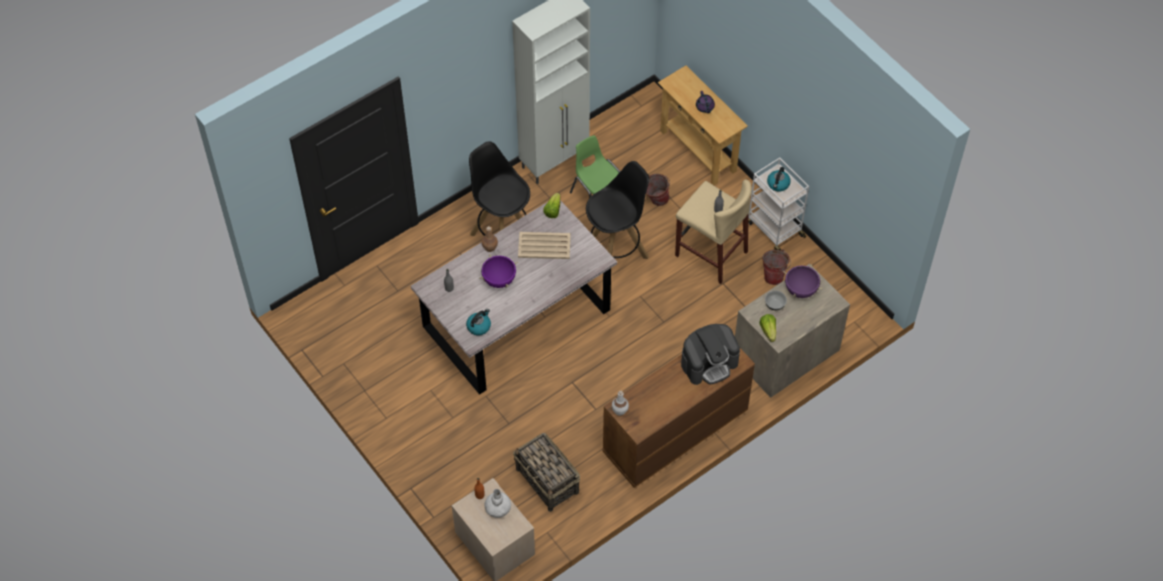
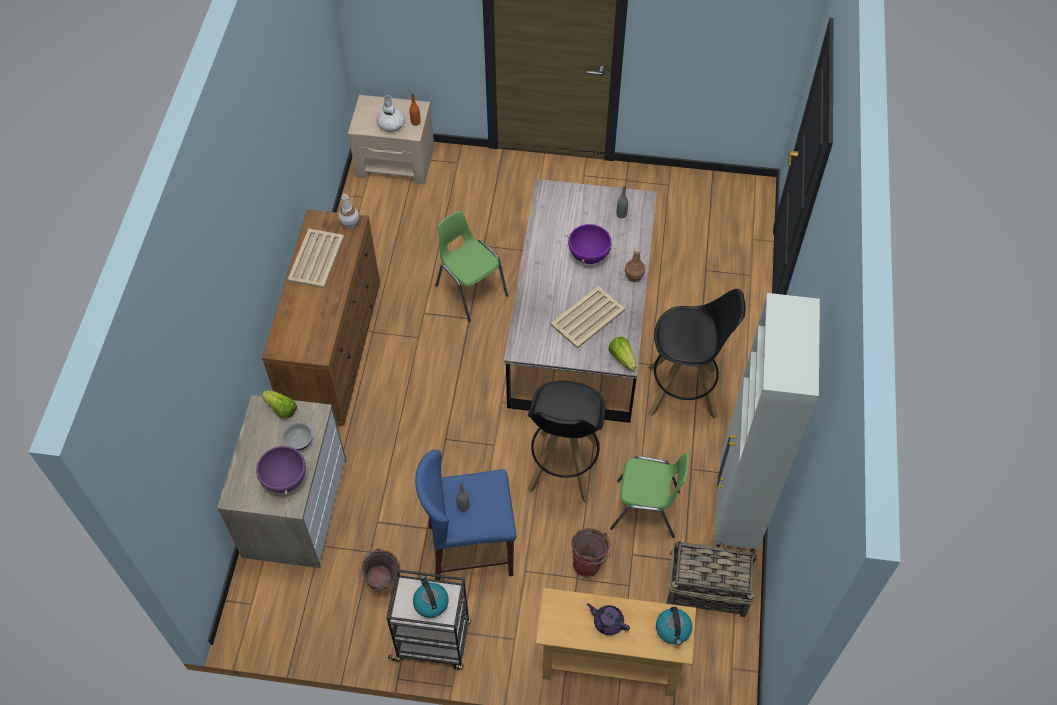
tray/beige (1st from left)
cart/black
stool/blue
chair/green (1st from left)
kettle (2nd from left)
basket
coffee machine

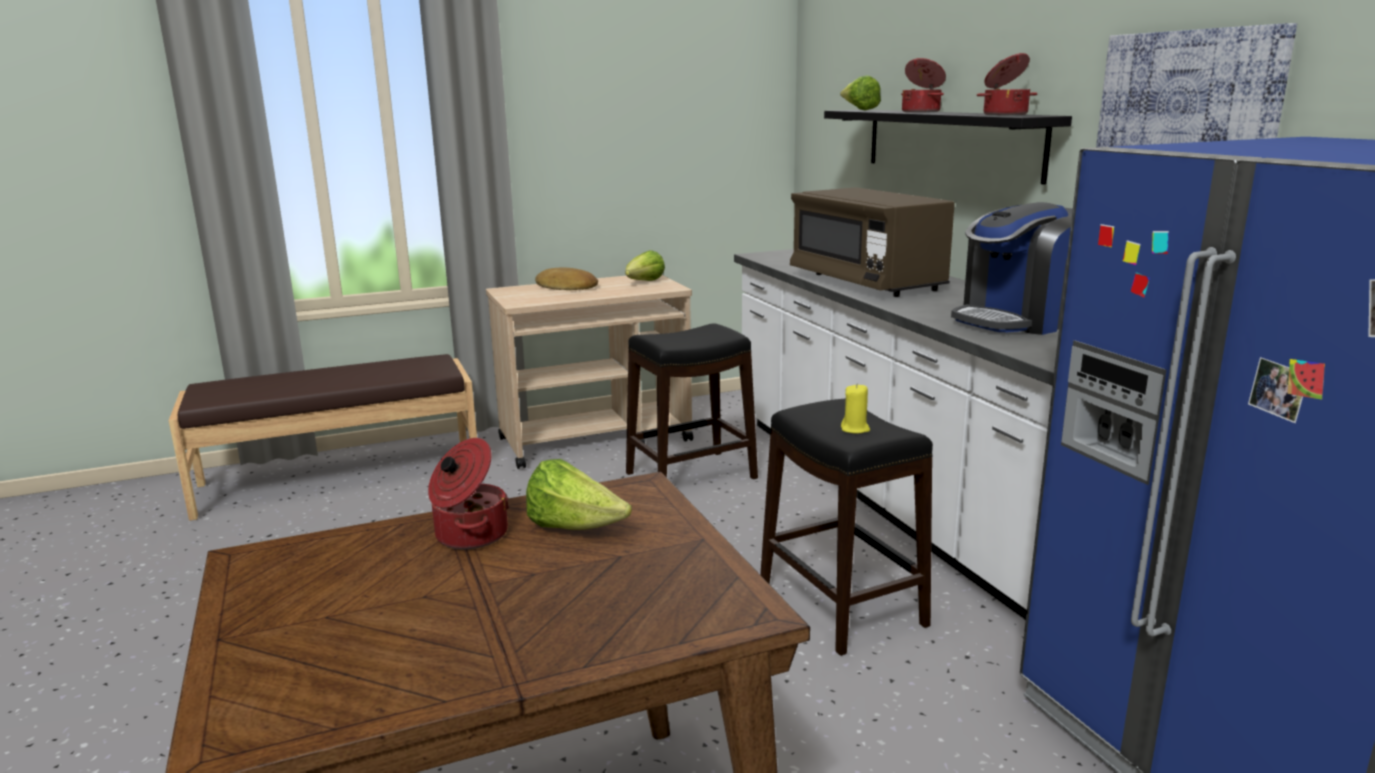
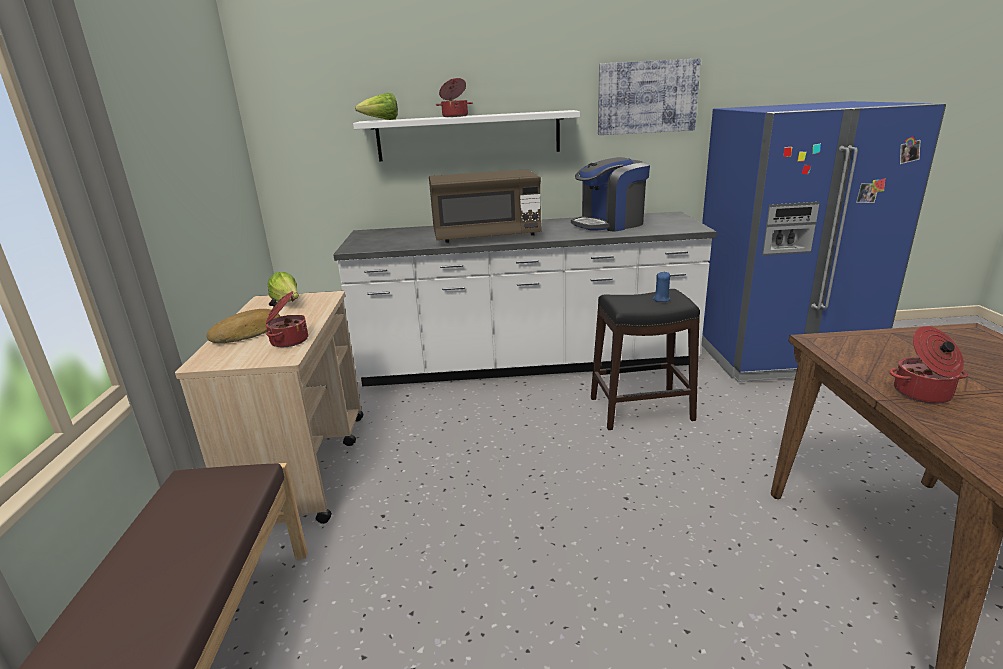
cooking pot (1st from left)
shelf/white
coffee machine
candle/blue
lettuce (1st from left in the first image)
stool/black (1st from left in the first image)

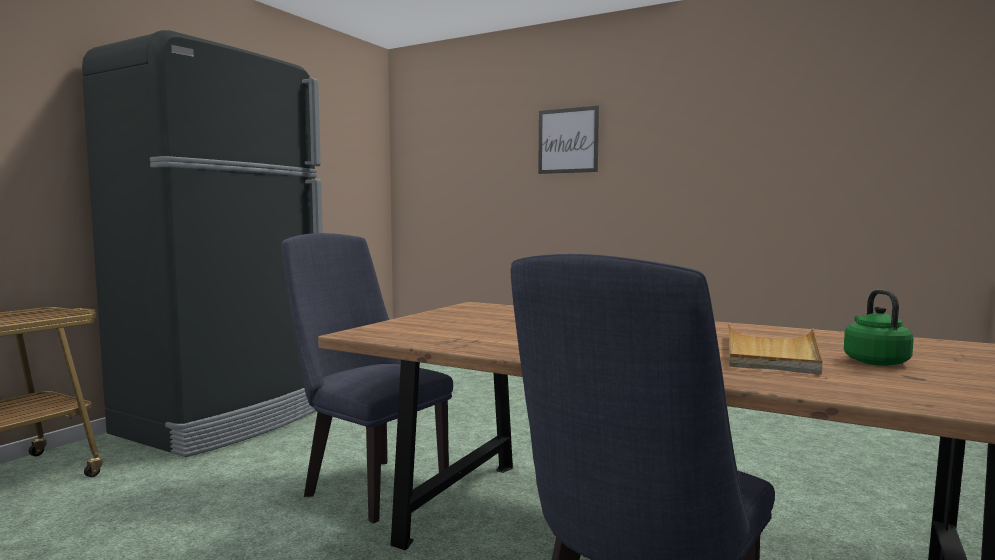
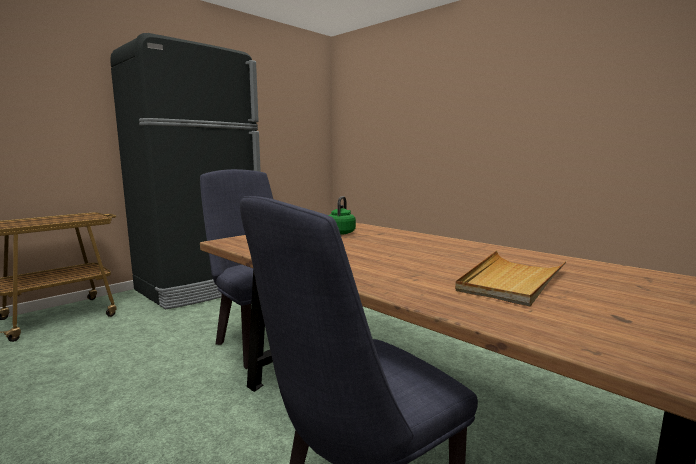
kettle/green
picture

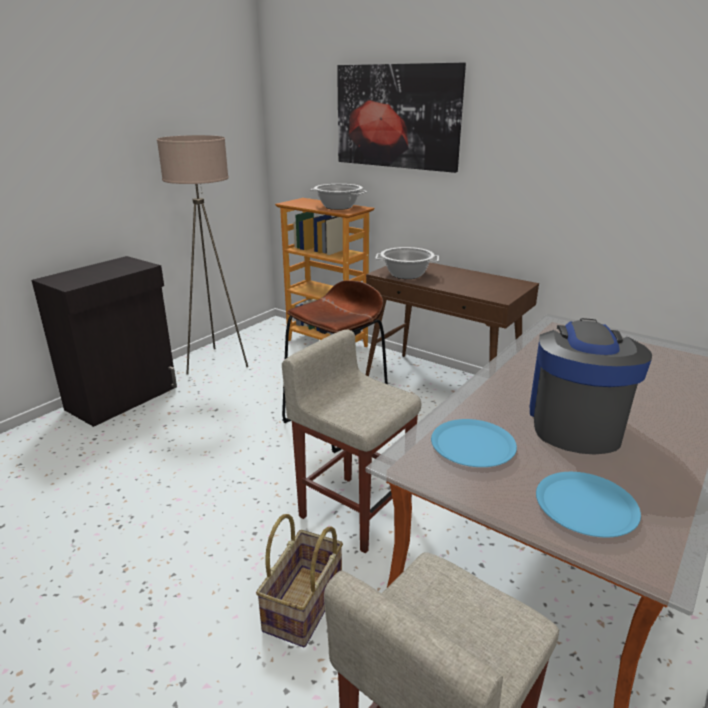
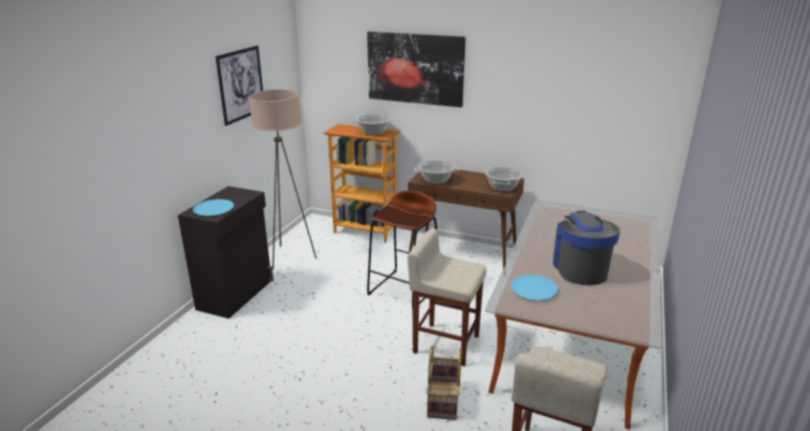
plate/blue (1st from left)
picture (1st from left)
cooking pot (3rd from left)

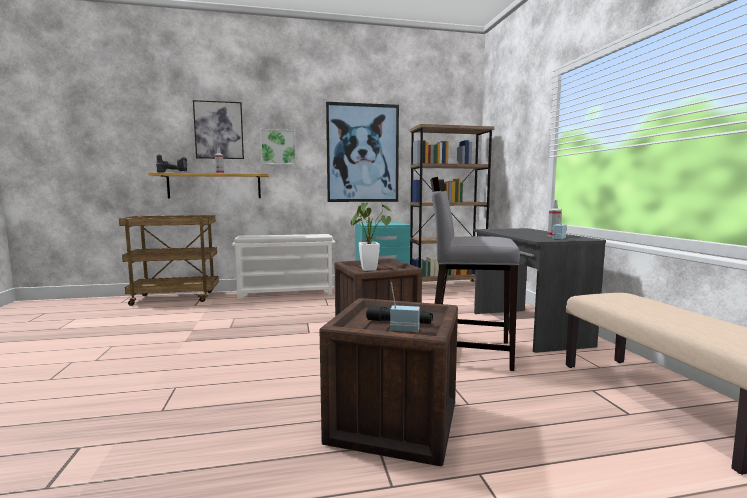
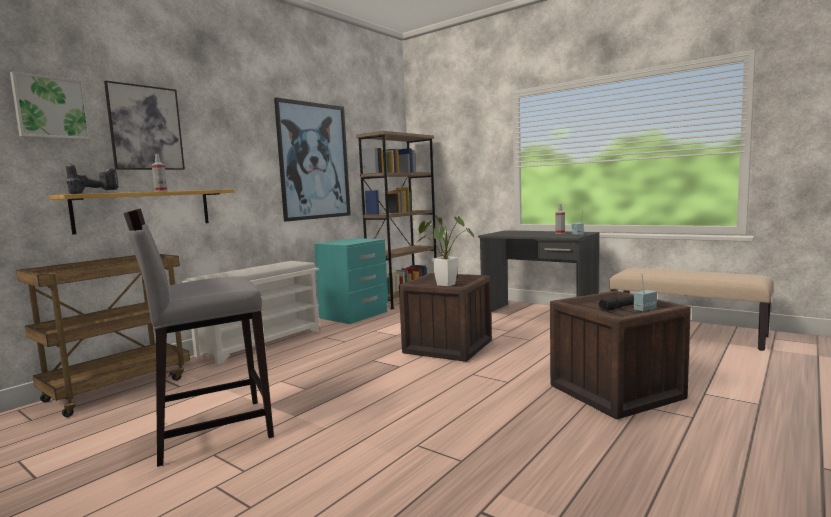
picture (1st from left)
stool/grey

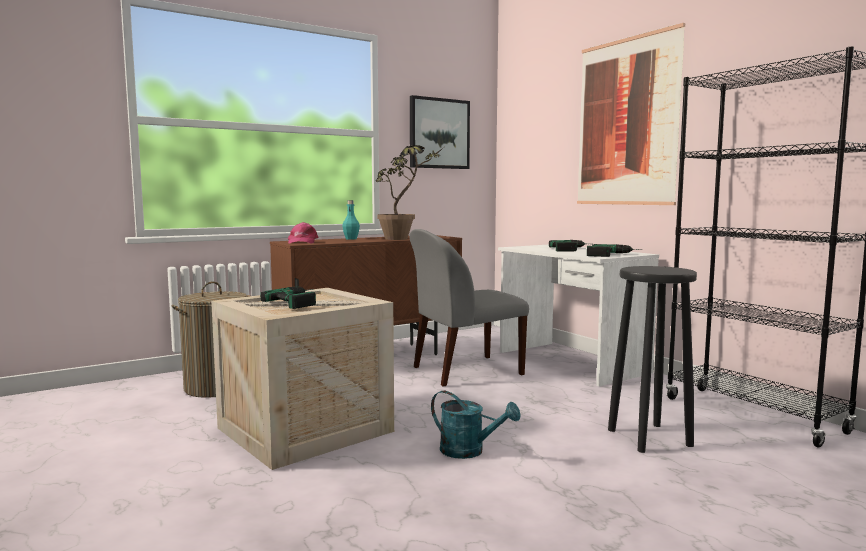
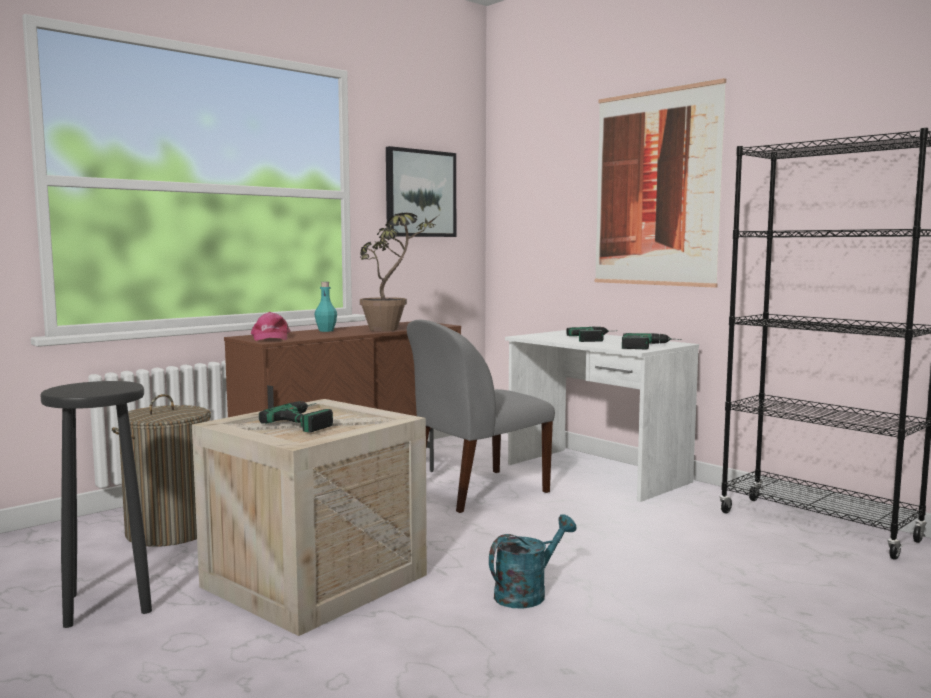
stool/black
watering can/turquoise

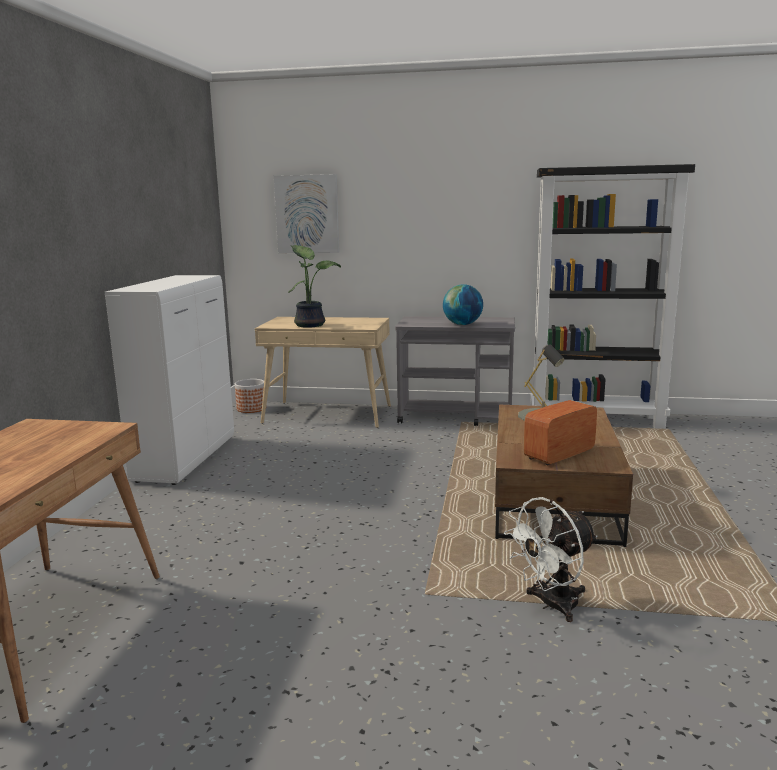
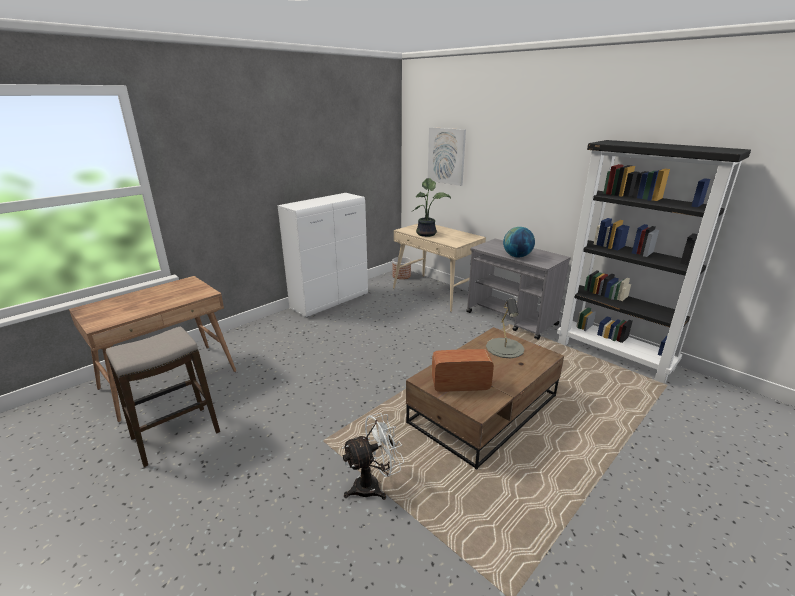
stool
fan/white

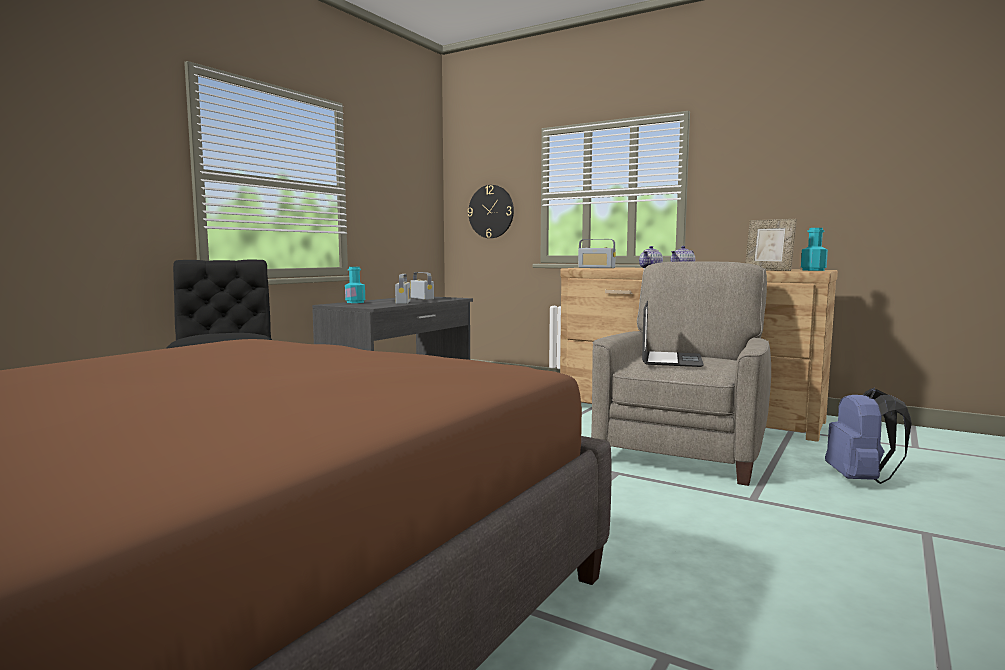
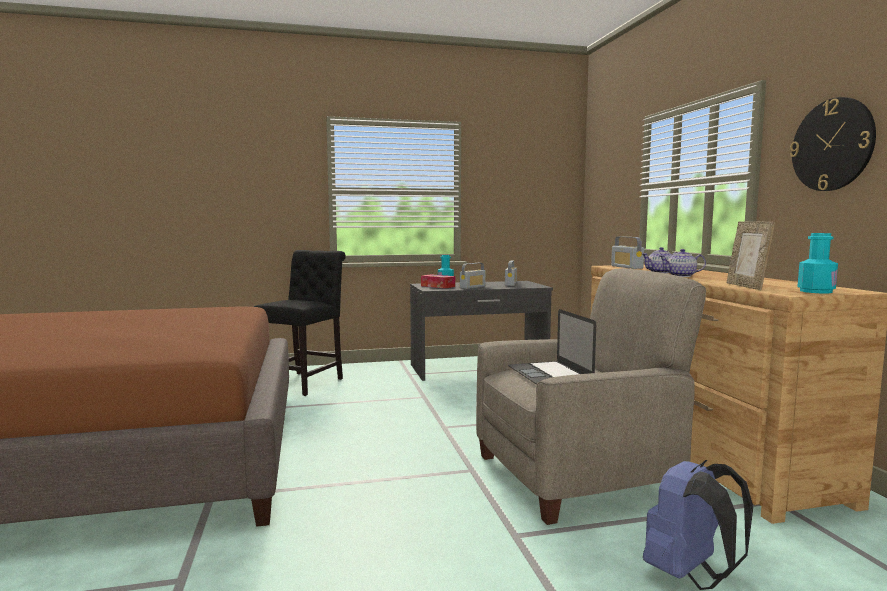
tissue box
laptop
wall clock

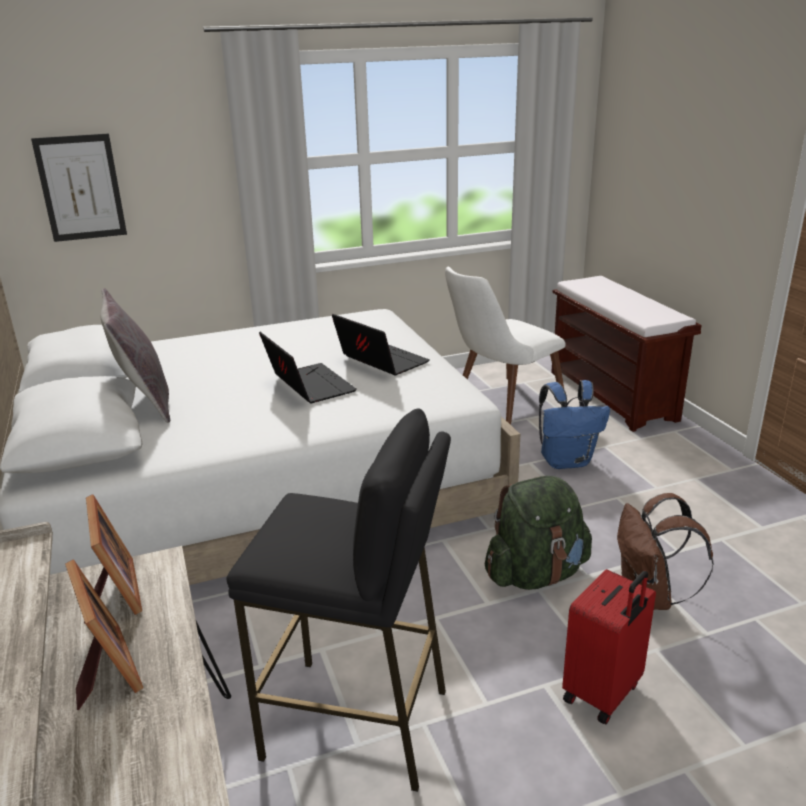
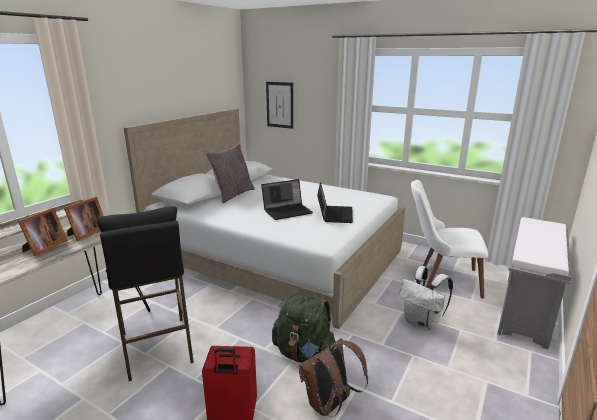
laptop (1st from left)
backpack/white
bench/grey

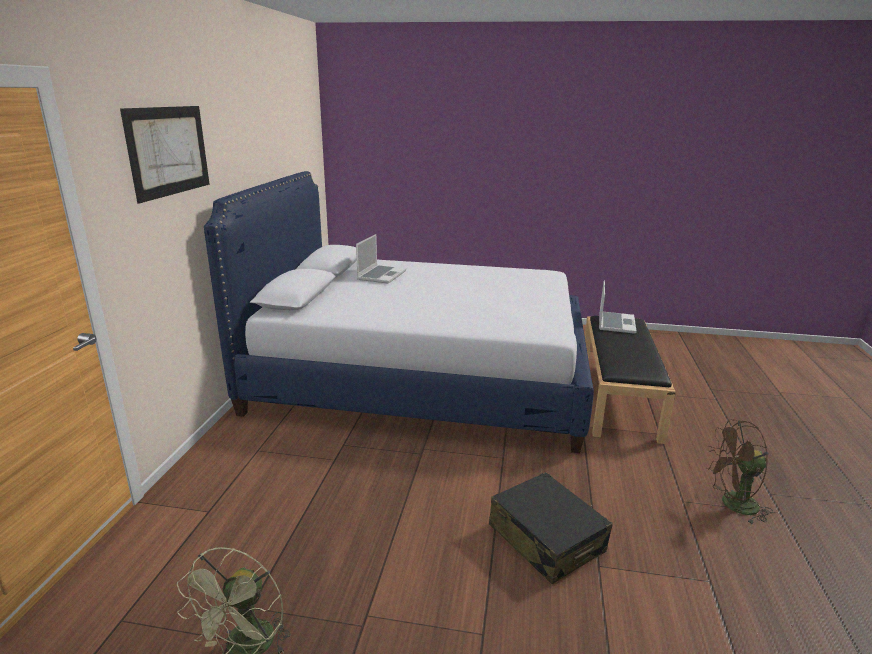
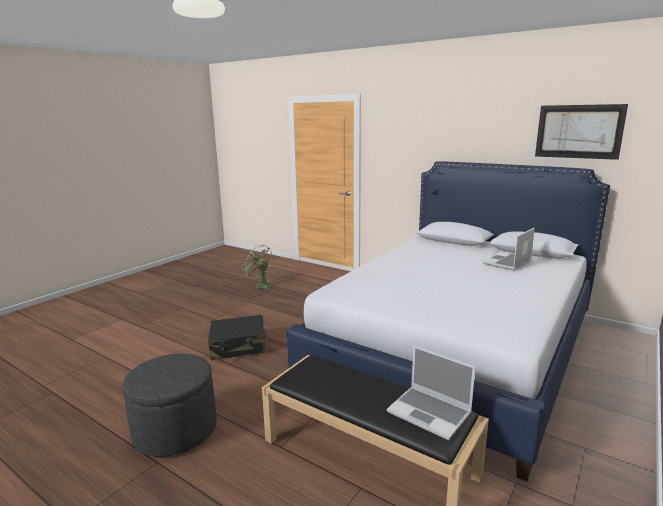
ottoman/grey
laptop (2nd from left)
picture

